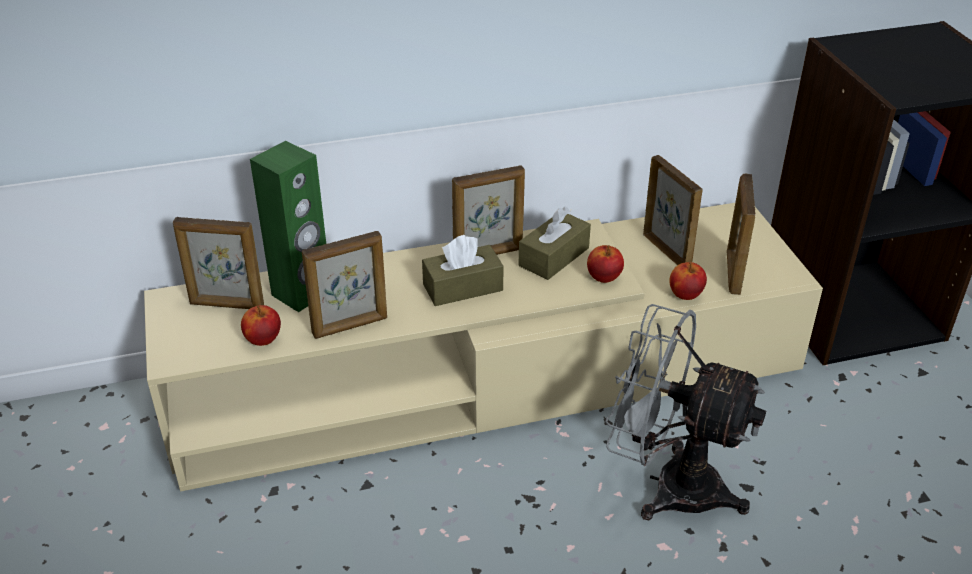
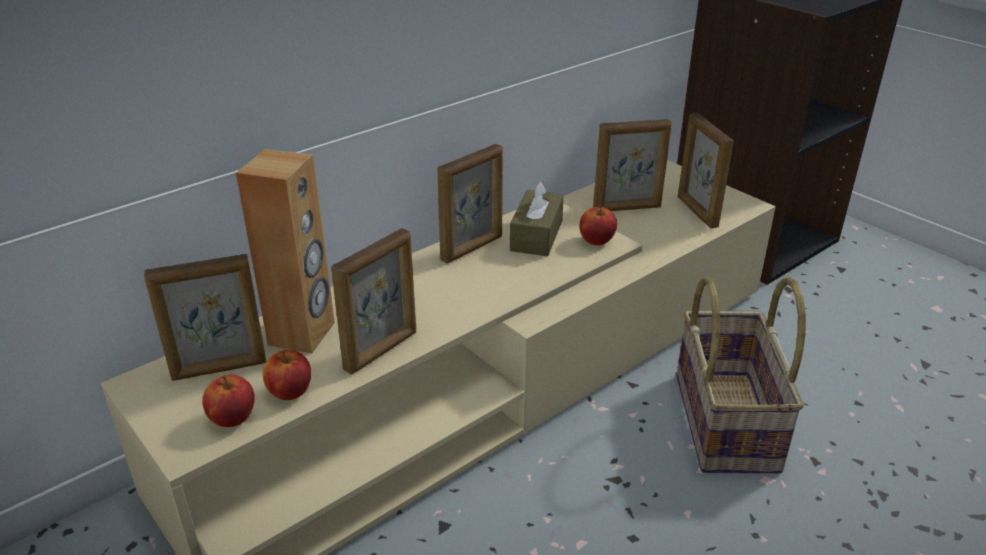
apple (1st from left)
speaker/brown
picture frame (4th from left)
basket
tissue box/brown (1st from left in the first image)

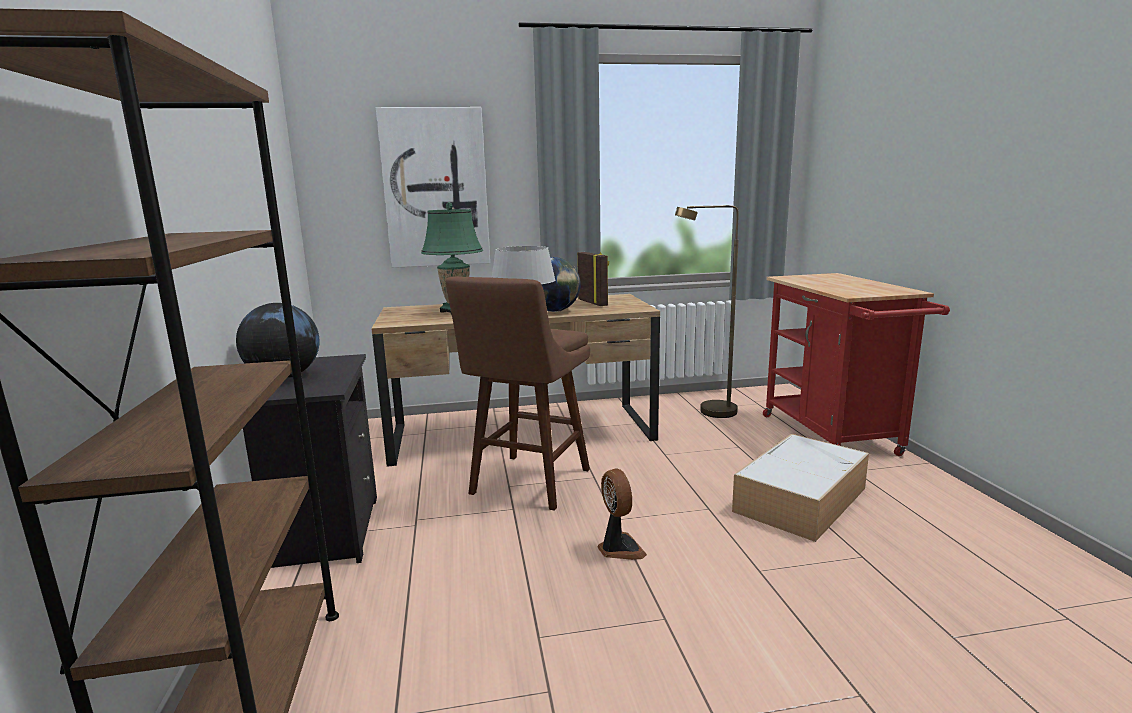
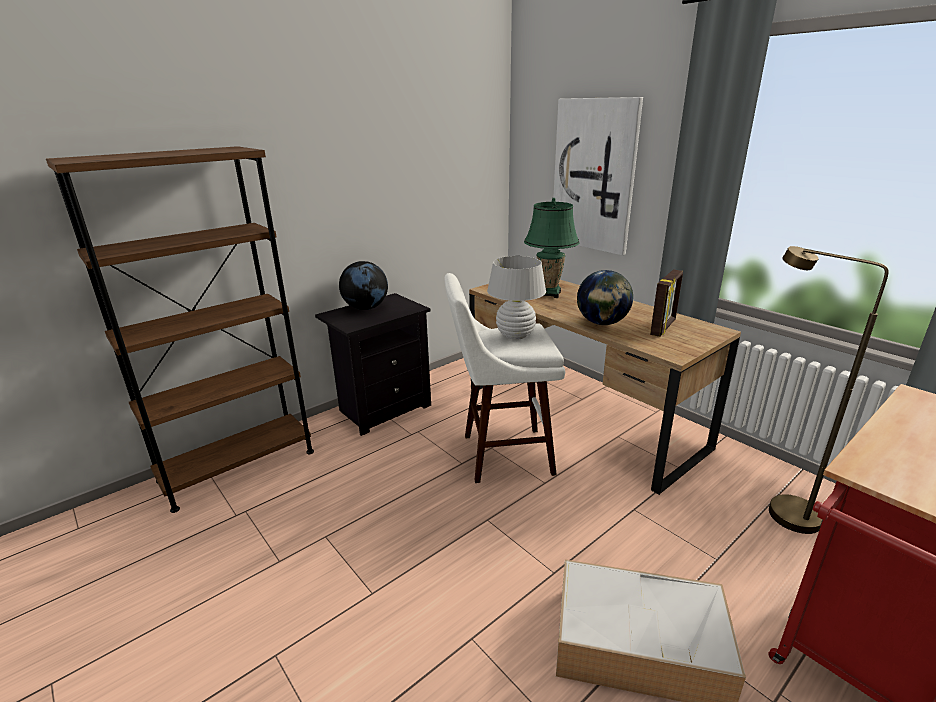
stool/white
fan

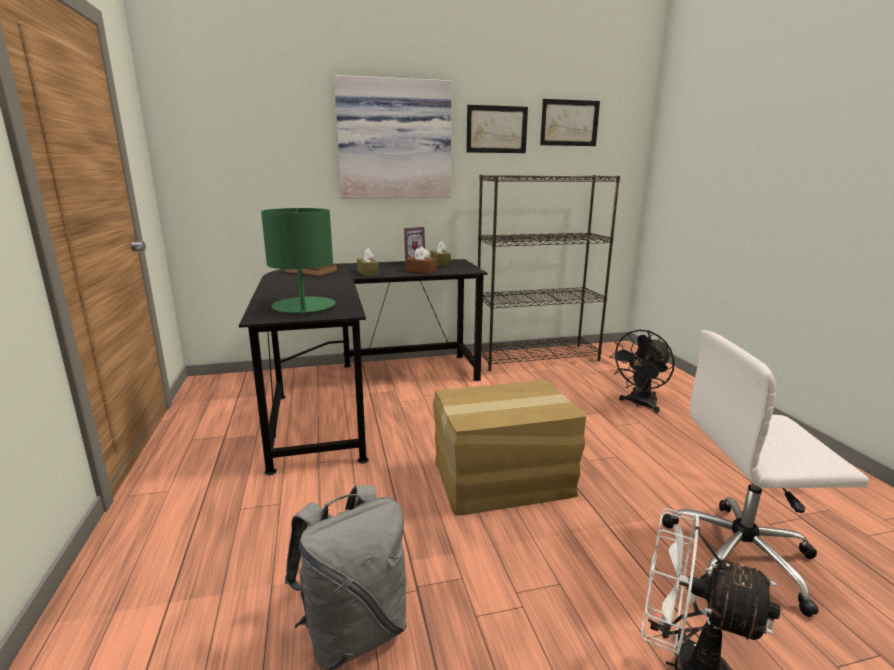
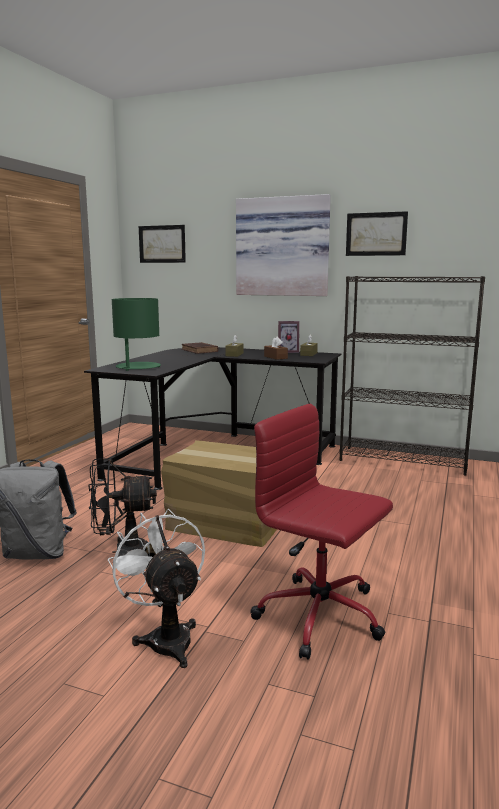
fan/black
picture (1st from left)
office chair/red

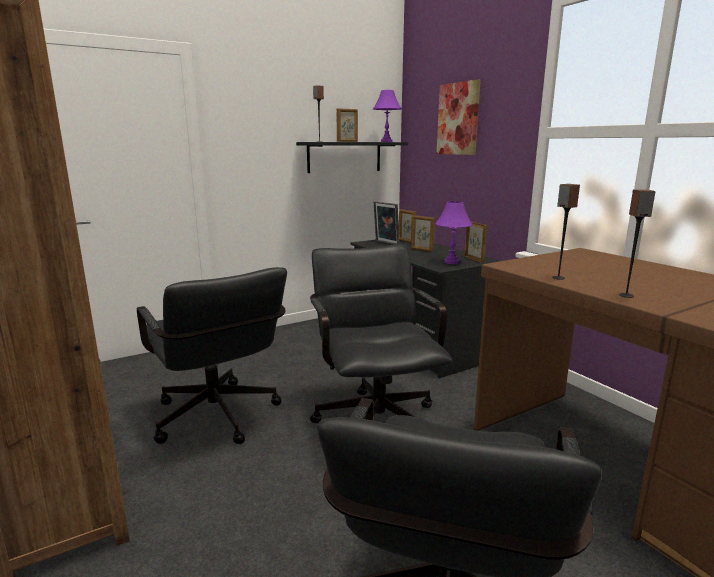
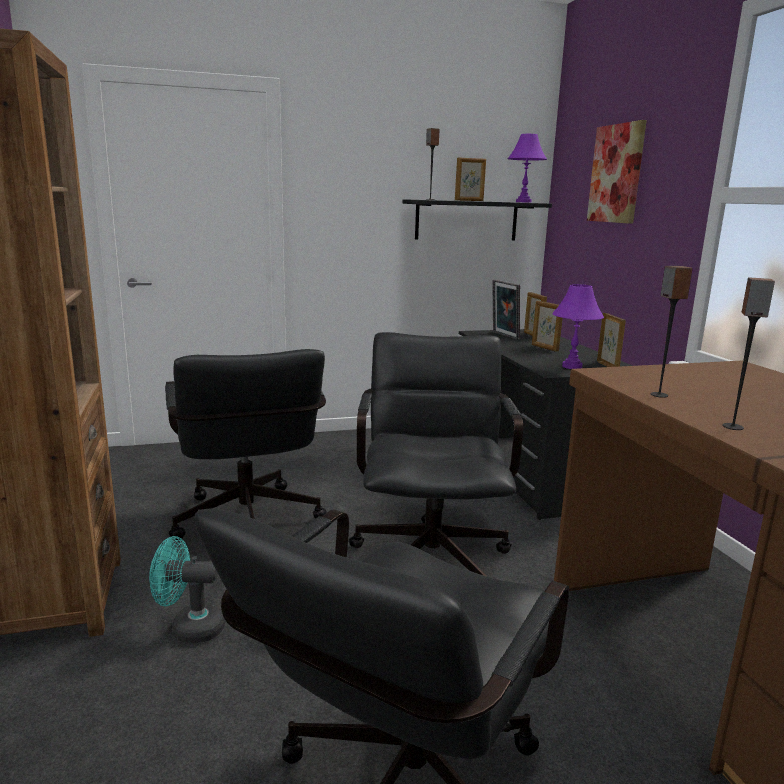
fan/turquoise

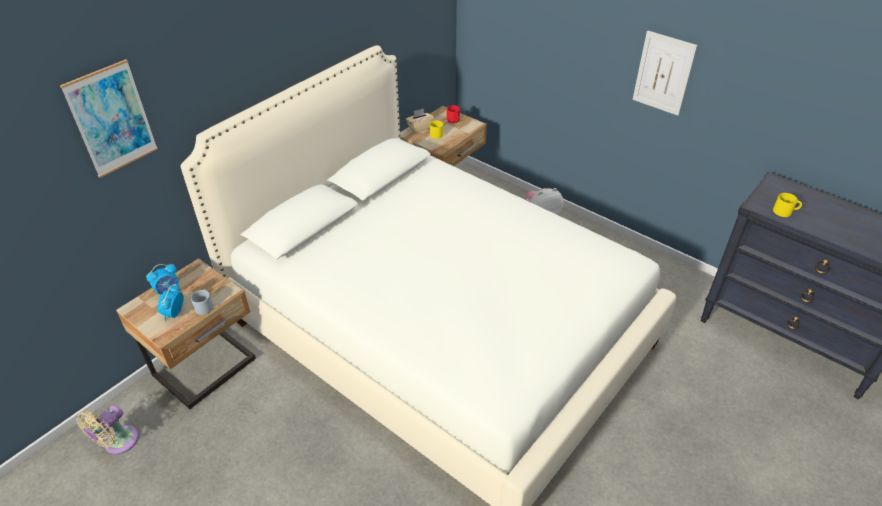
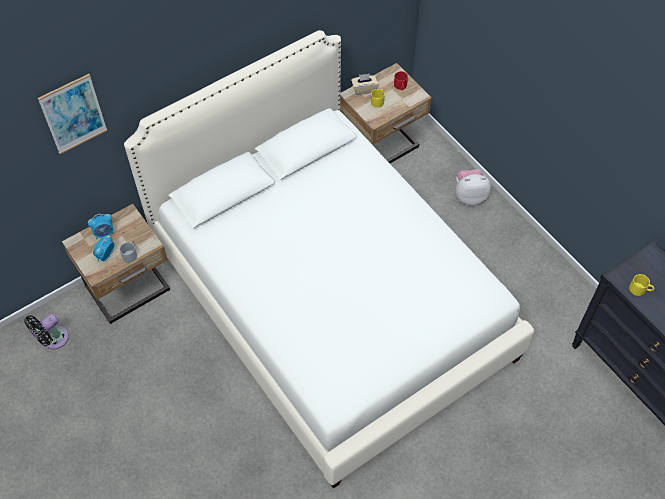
fan/black
picture (2nd from left in the first image)

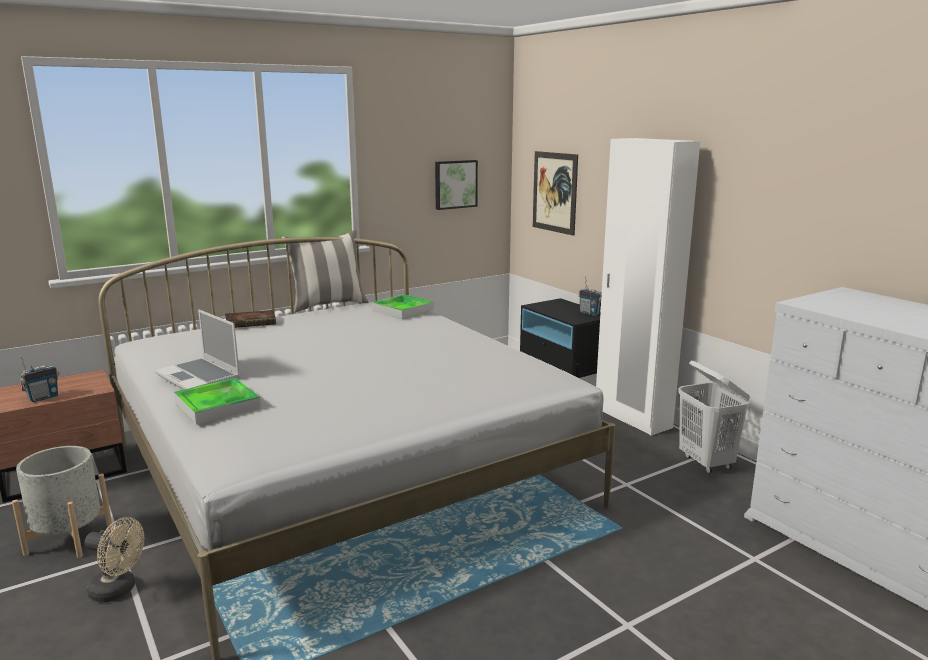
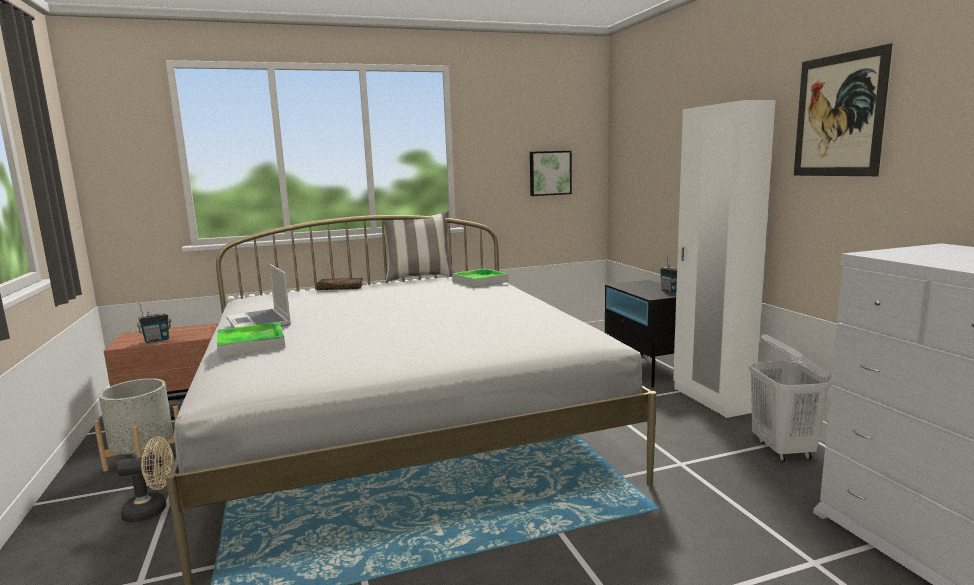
fan/beige
picture (2nd from left)

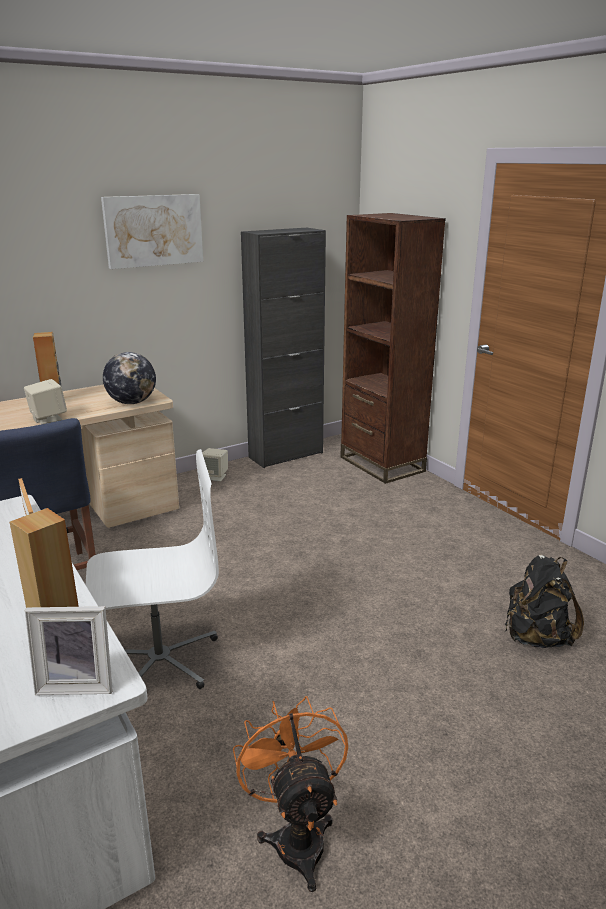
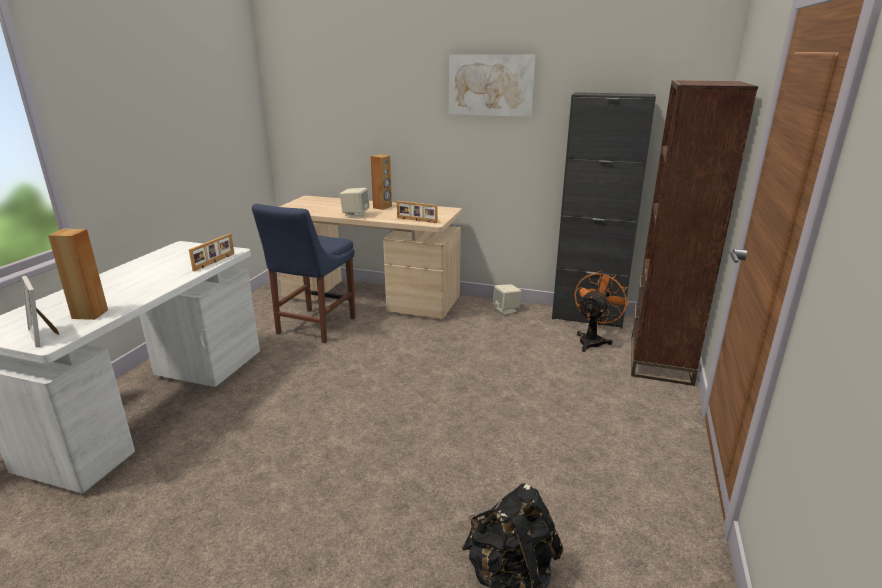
picture frame (3rd from left)
fan/orange
office chair/white

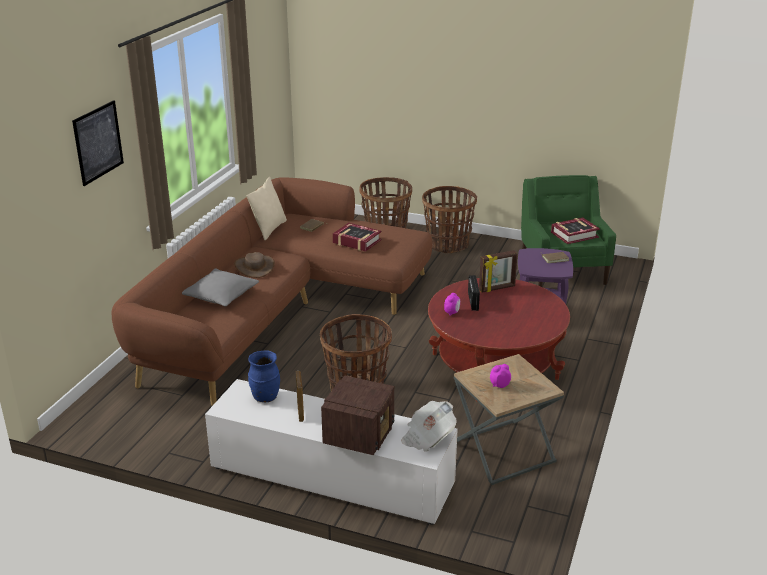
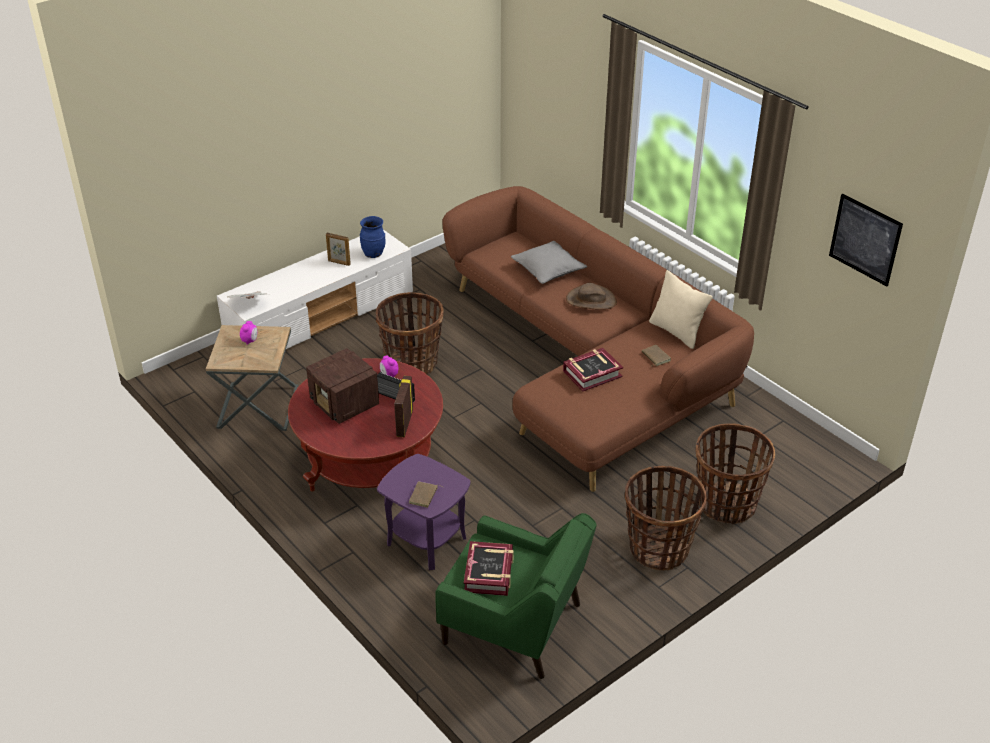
radio (1st from left)
picture

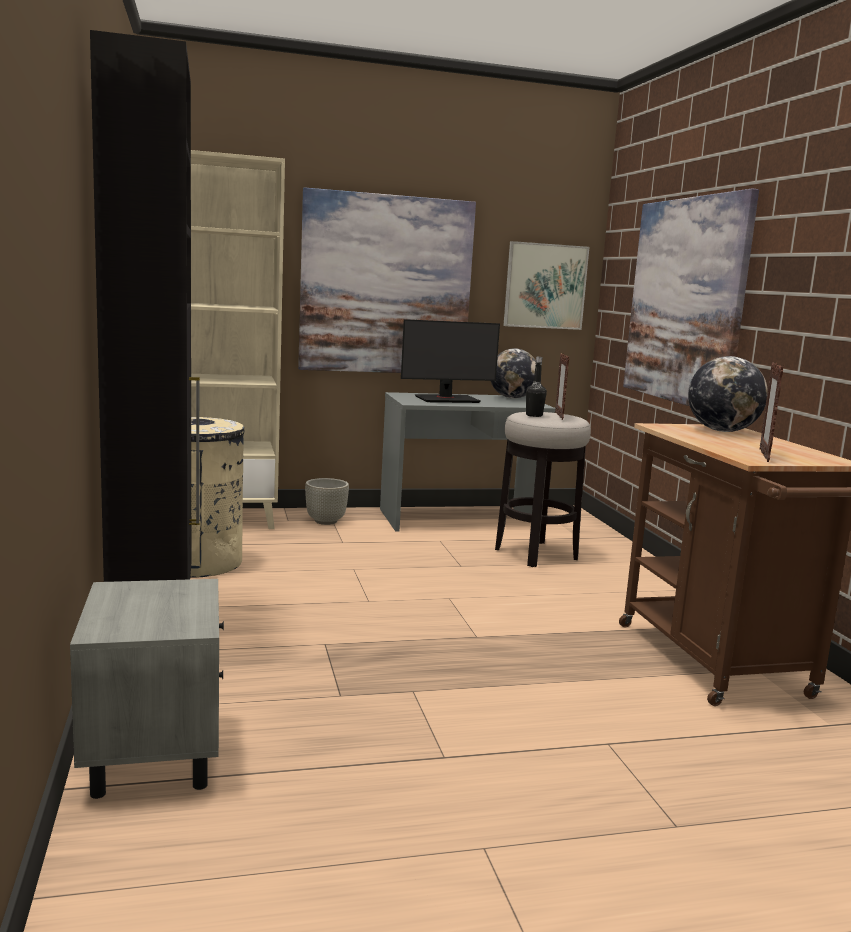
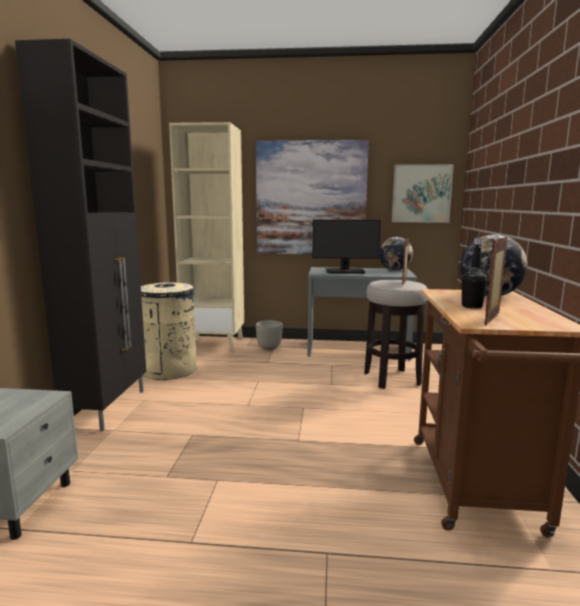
bottle/black
picture (3rd from left in the first image)

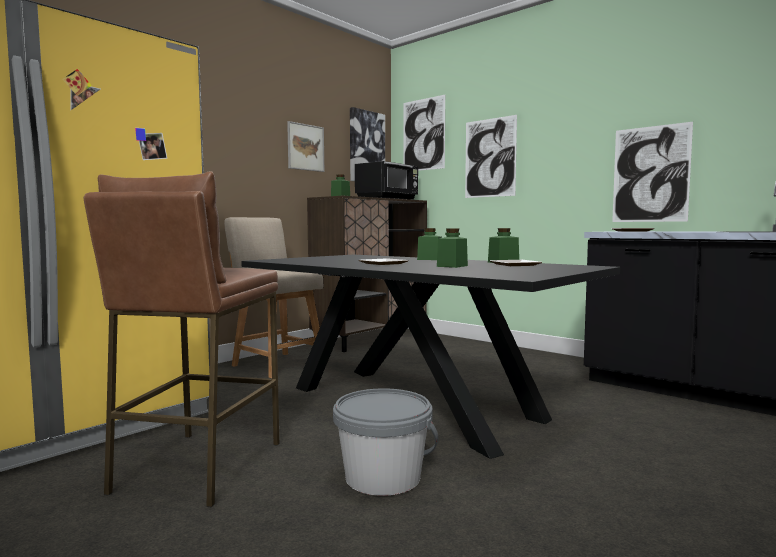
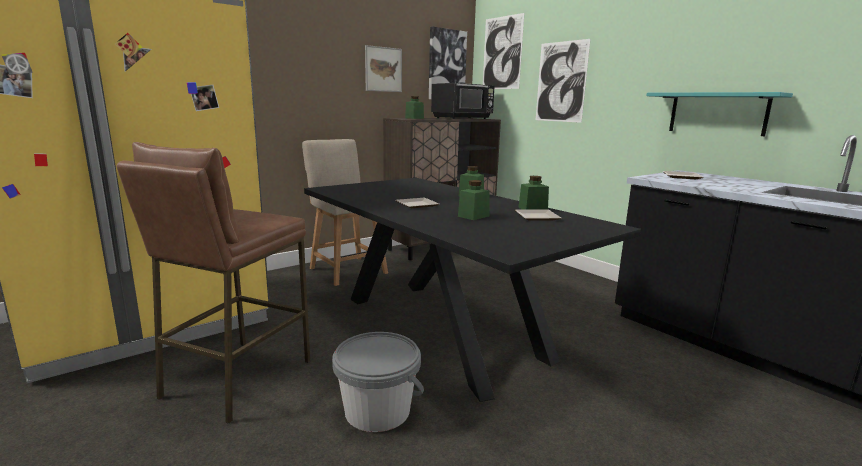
shelf/turquoise

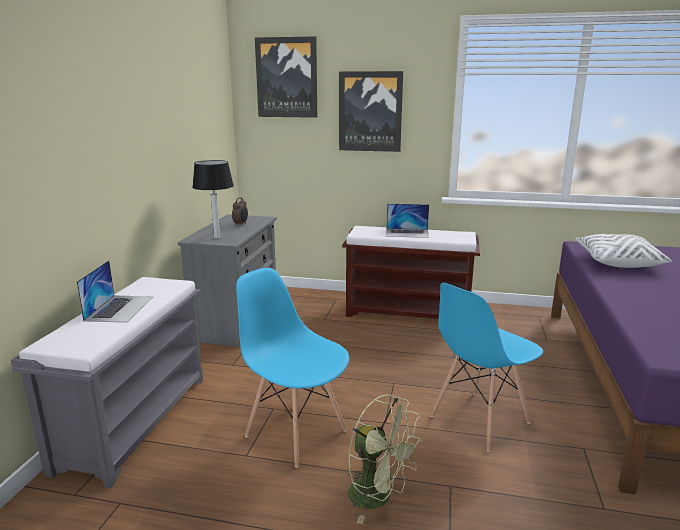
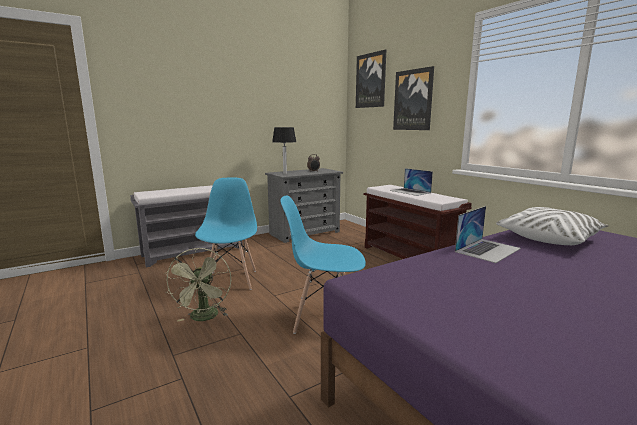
laptop (2nd from left)

